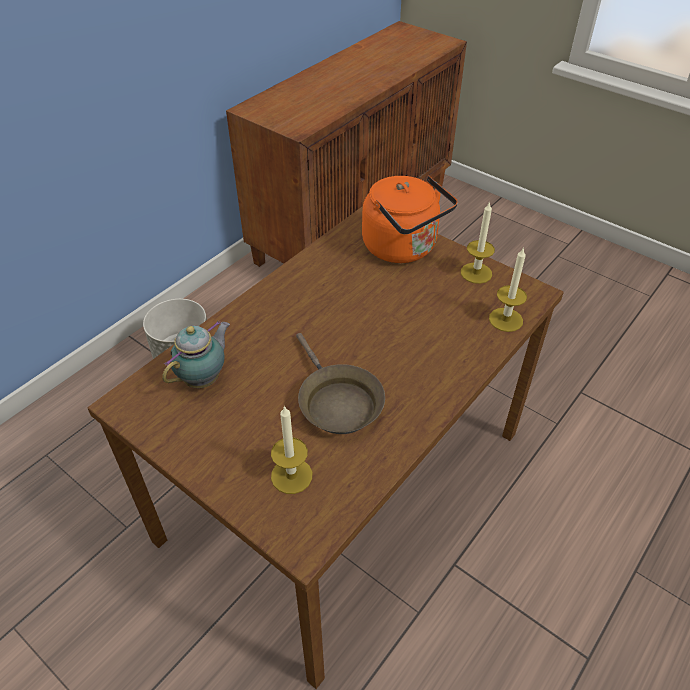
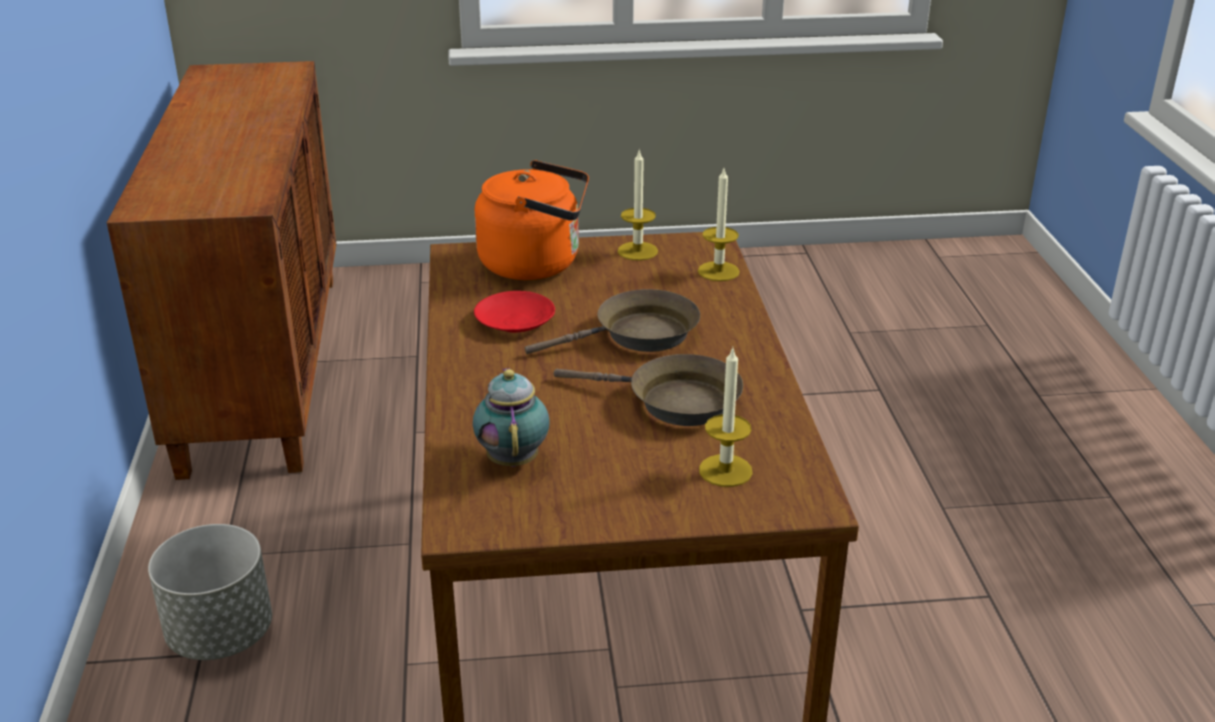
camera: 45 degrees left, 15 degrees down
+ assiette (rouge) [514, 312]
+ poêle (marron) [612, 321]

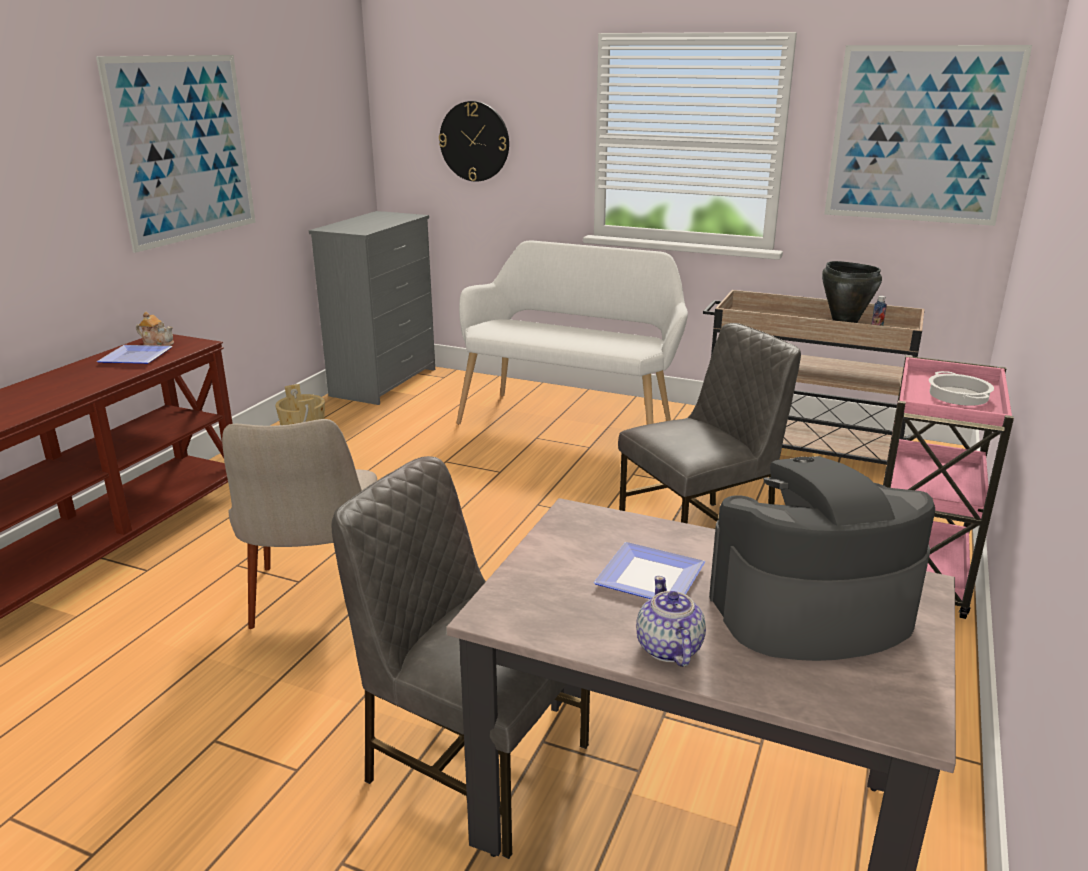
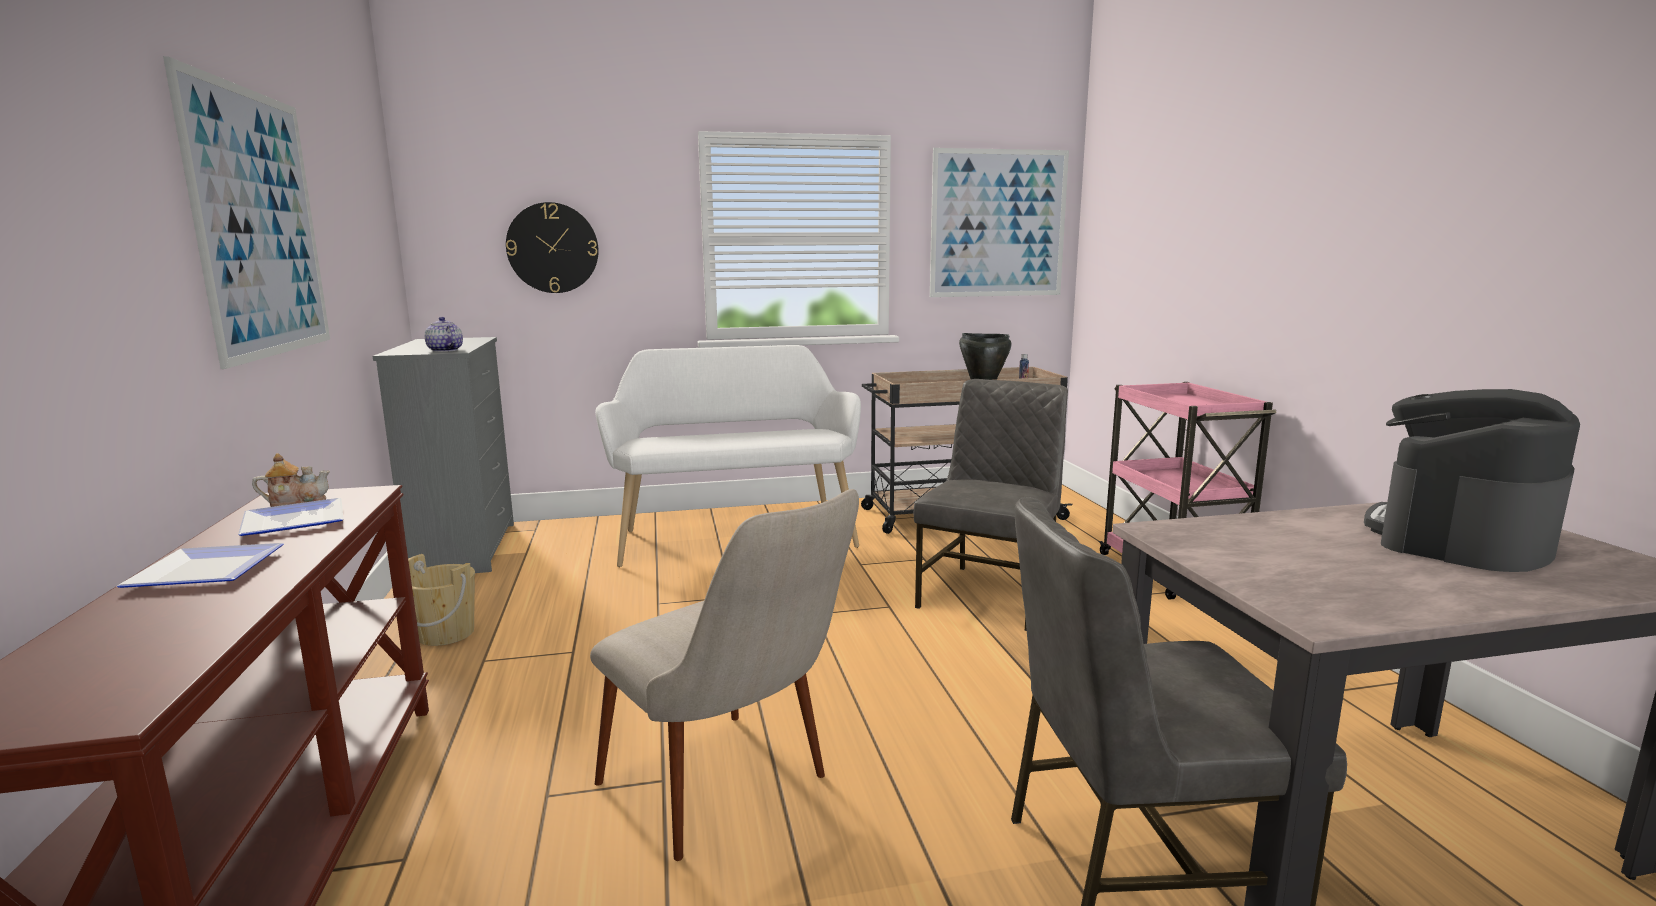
camera: 35 degrees left, 10 degrees down
~ assiette [649, 570] to [200, 565]
~ théière [671, 621] to [444, 334]
- marmite [961, 388]

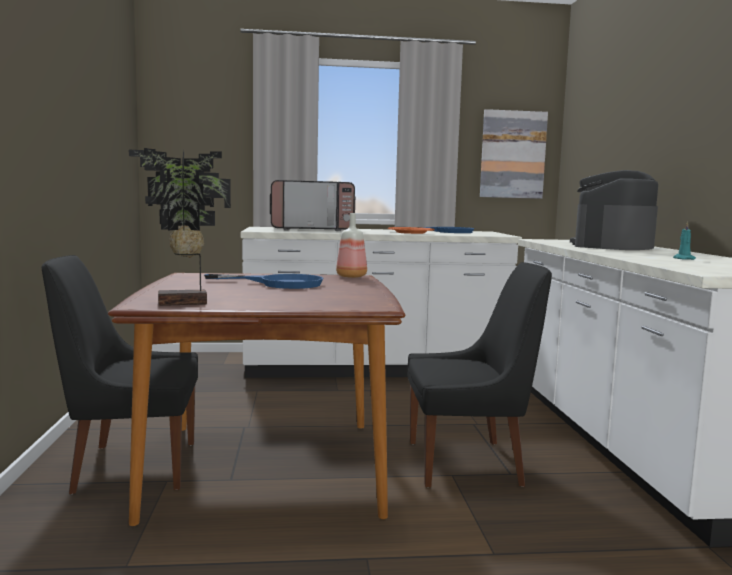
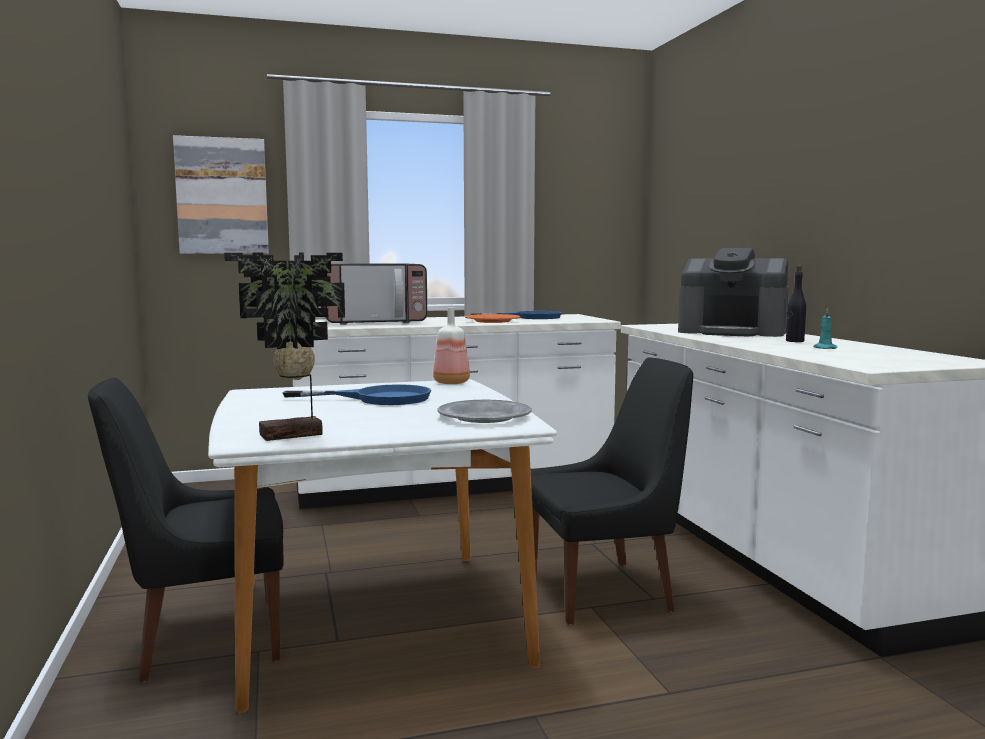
camera: 10 degrees left, 0 degrees up
~ table à manger (marron) [256, 399] to table à manger (blanc) [383, 546]
~ tableau [514, 154] to [221, 194]
~ machine à café [614, 210] = [733, 292] 90 degrees counterclockwise
+ assiette (gris) [484, 411]
+ bouteille (noir) [796, 304]

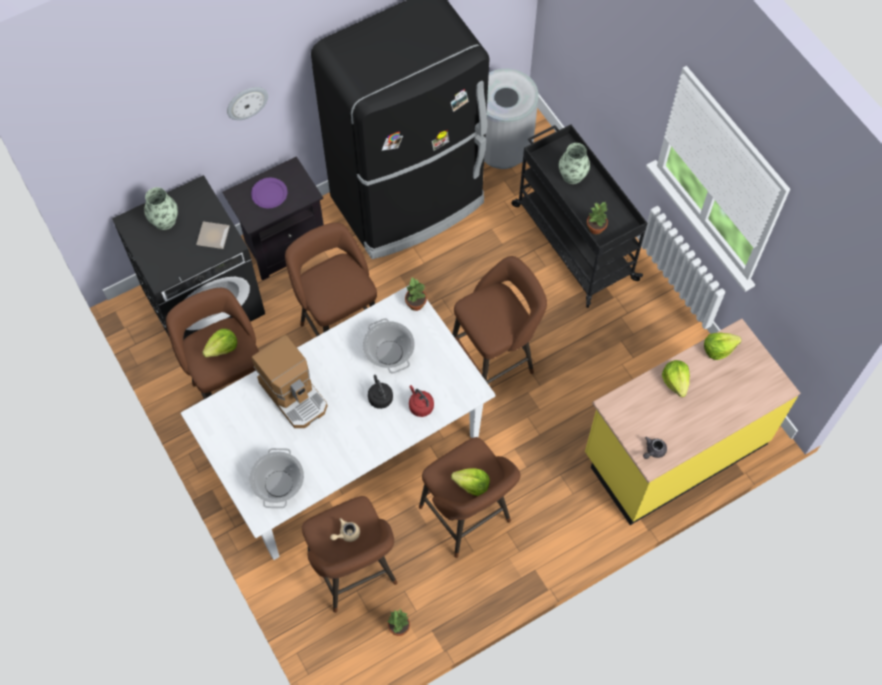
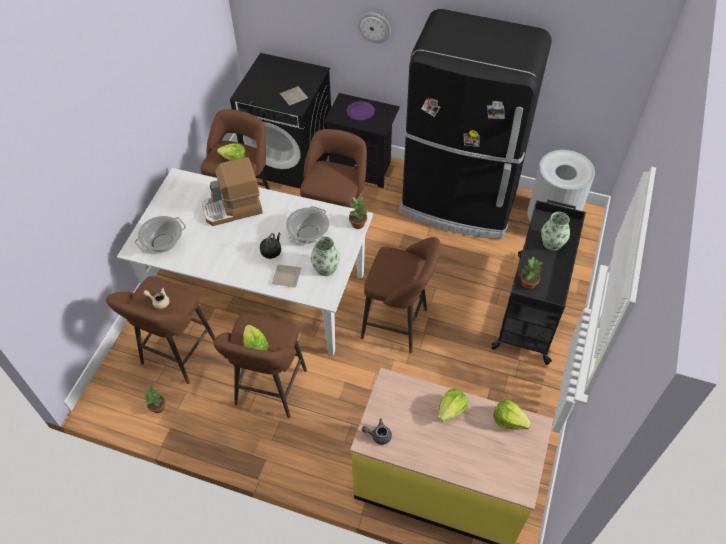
camera: 50 degrees right, 10 degrees down
~ vase [161, 208] to [325, 256]
~ machine à café [289, 381] = [232, 191] 60 degrees clockwise
~ bouilloire (rouge) [421, 401] to assiette [286, 275]

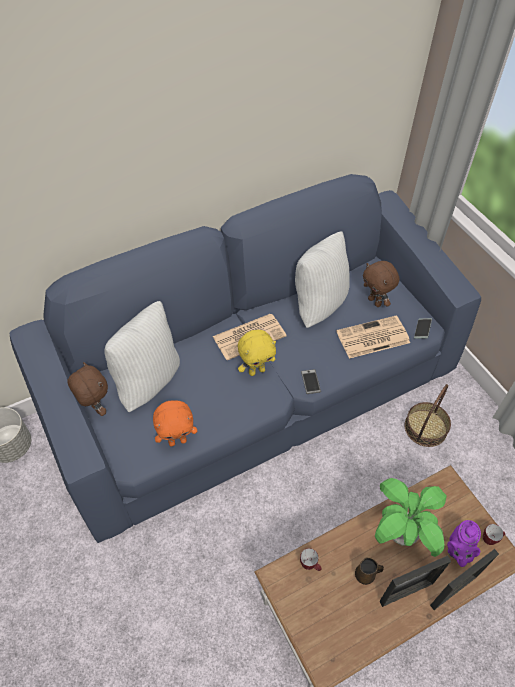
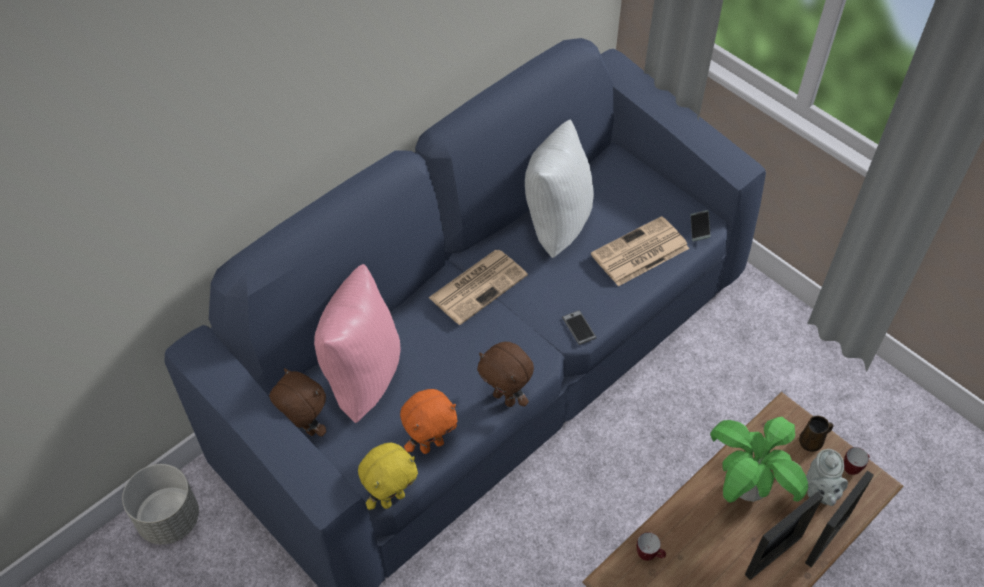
camera: 15 degrees left, 0 degrees up
~ coussin (blanc) [142, 356] to coussin (rose) [357, 343]
~ peluche (jaune) [257, 353] to [388, 476]
~ mug (marron) [369, 571] to [816, 434]
~ peluche (marron) [381, 284] to [505, 374]
- panier [428, 415]
~ théière (violet) [464, 543] to théière (gris) [827, 477]

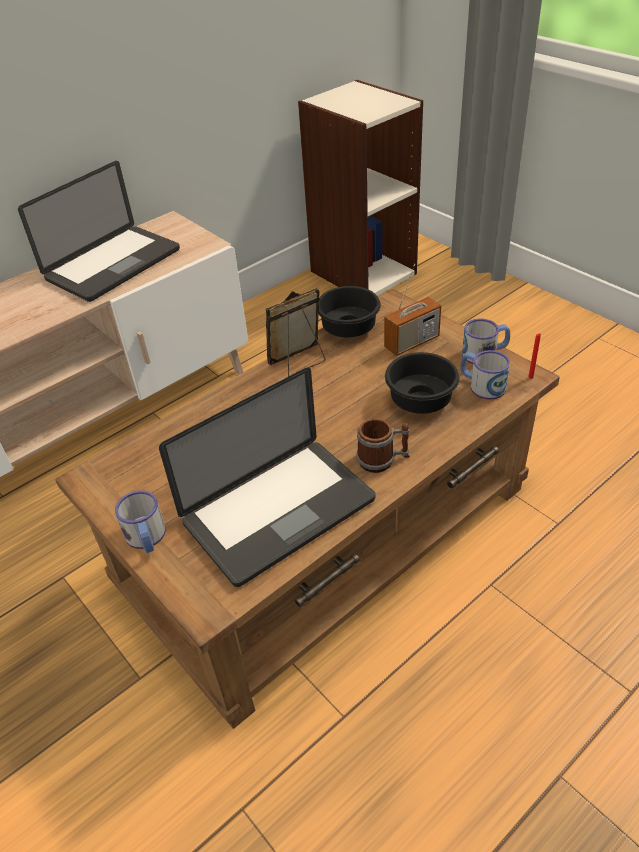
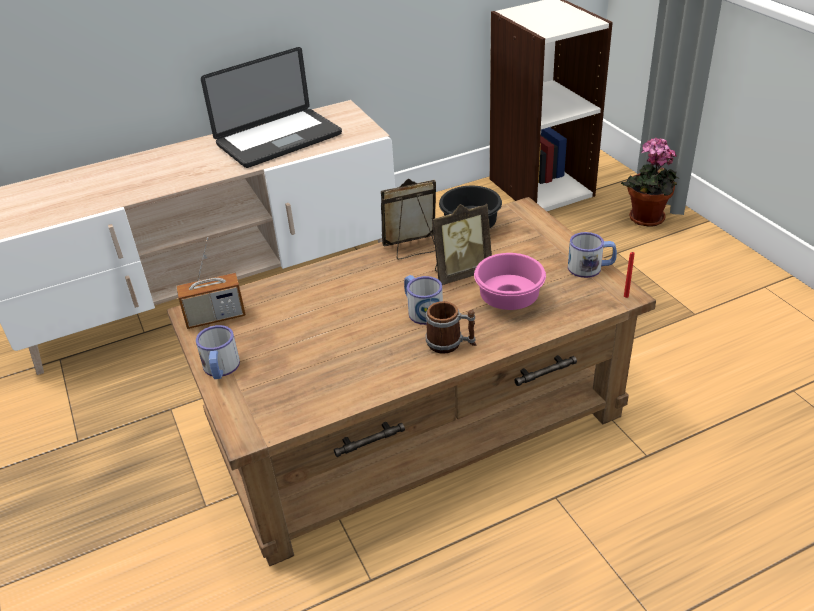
camera: 15 degrees right, 5 degrees down
- ordinateur portable [267, 477]
~ radio [412, 310] to [211, 283]
~ bol (noir) [422, 383] to bol (rose) [510, 281]
~ mug [485, 375] to [423, 300]
+ cadre photo [462, 244]
+ plante en pot [650, 182]

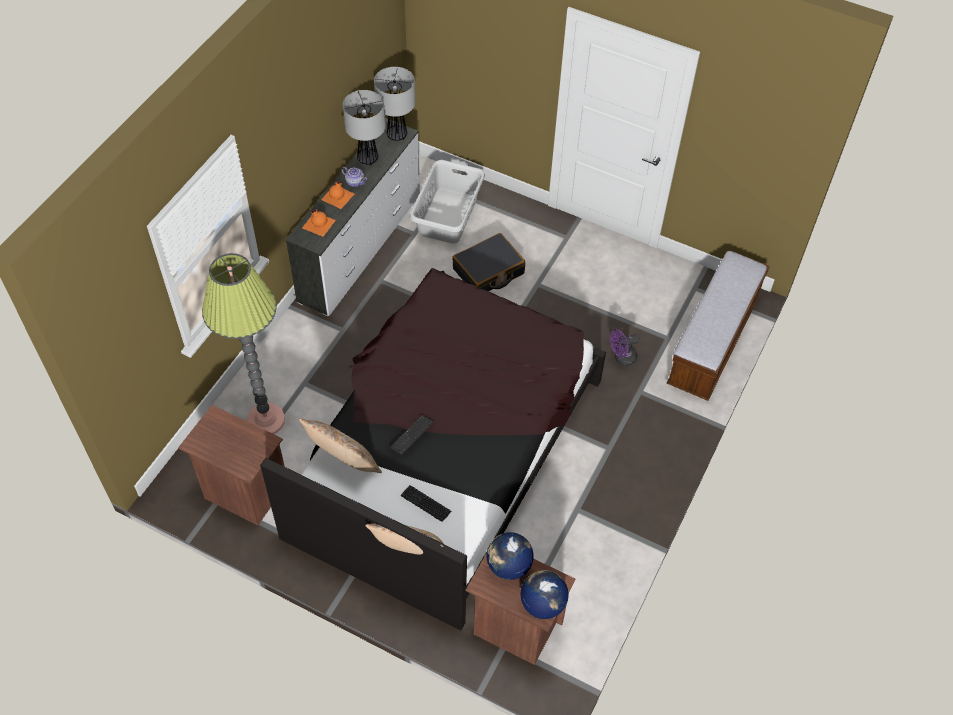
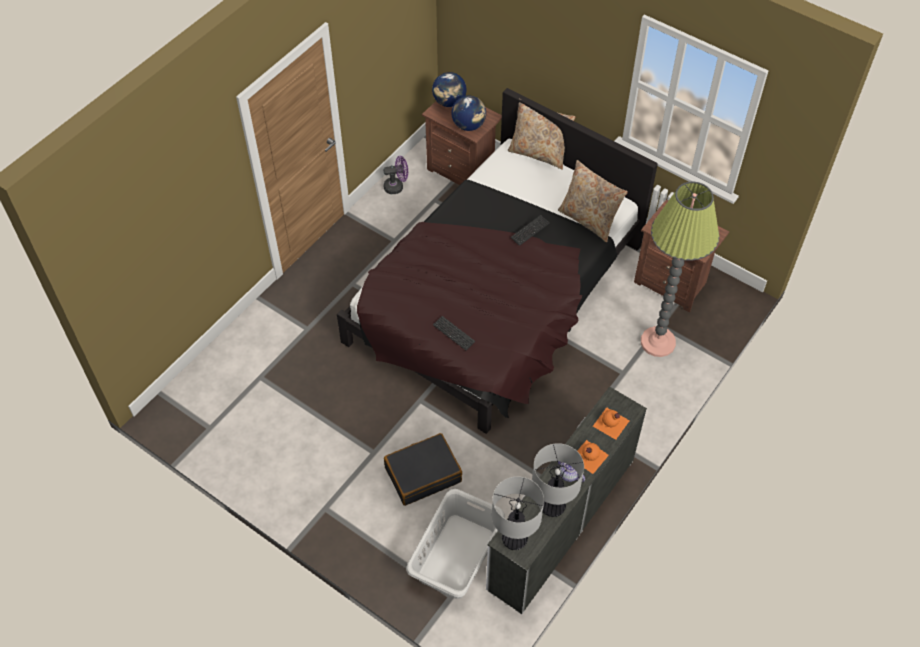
camera: 170 degrees left, 0 degrees up
~ clavier [426, 503] to [454, 333]
~ ventilateur (violet) [624, 347] to [395, 175]
- banc [718, 325]

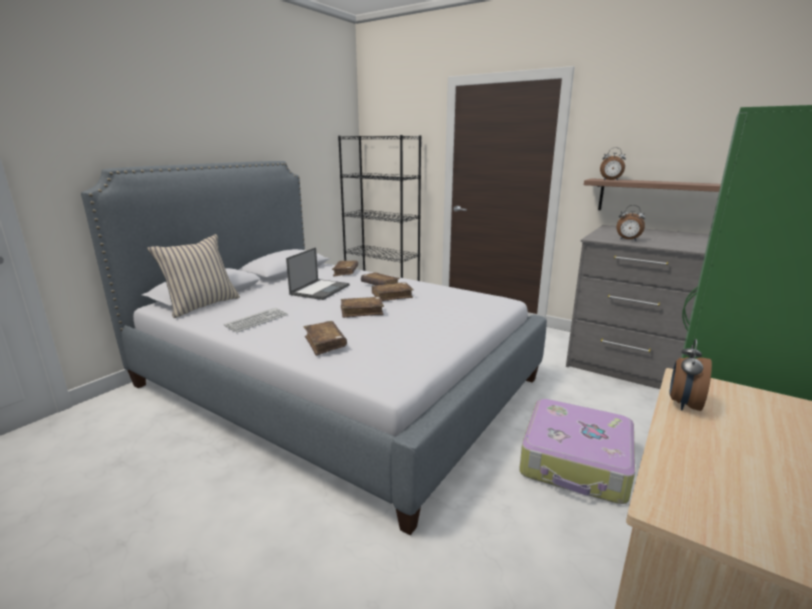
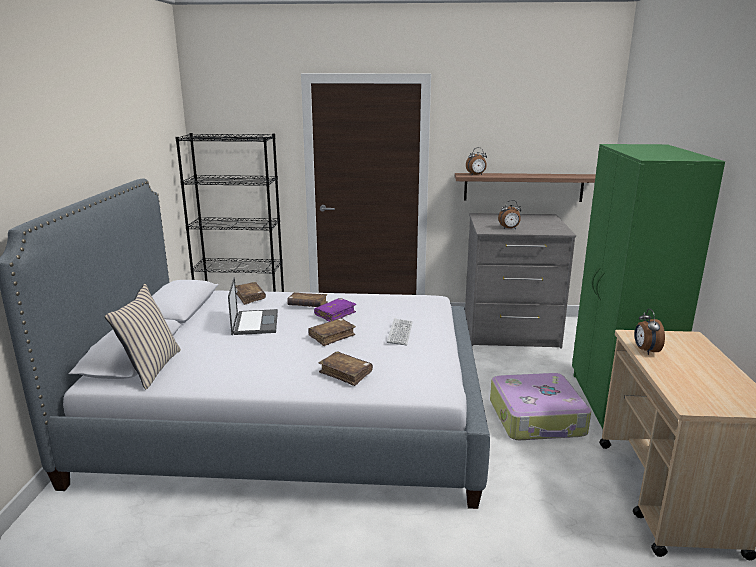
camera: 30 degrees left, 0 degrees up
~ clavier [256, 320] to [400, 332]
~ livre (marron) [392, 291] to livre (violet) [335, 310]

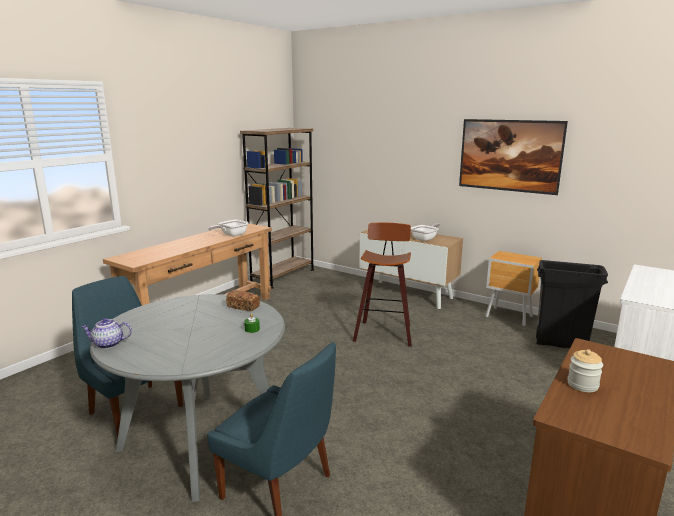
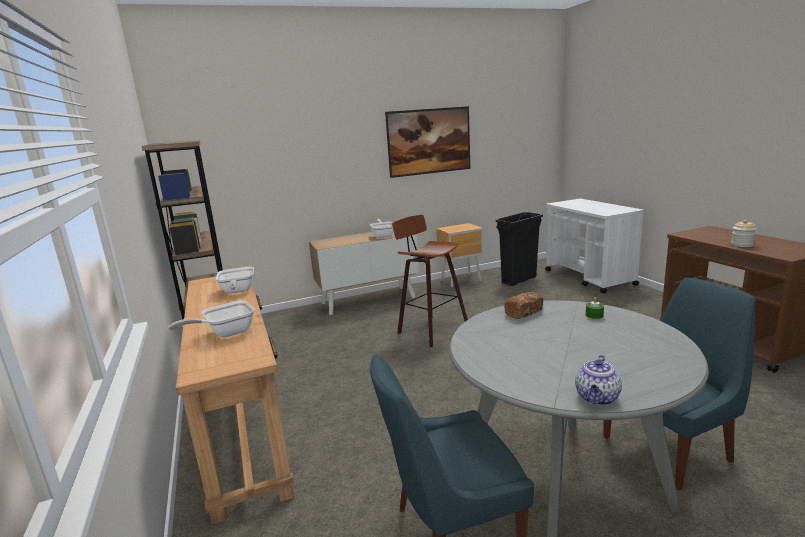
camera: 55 degrees left, 0 degrees up
+ poêle [211, 318]

